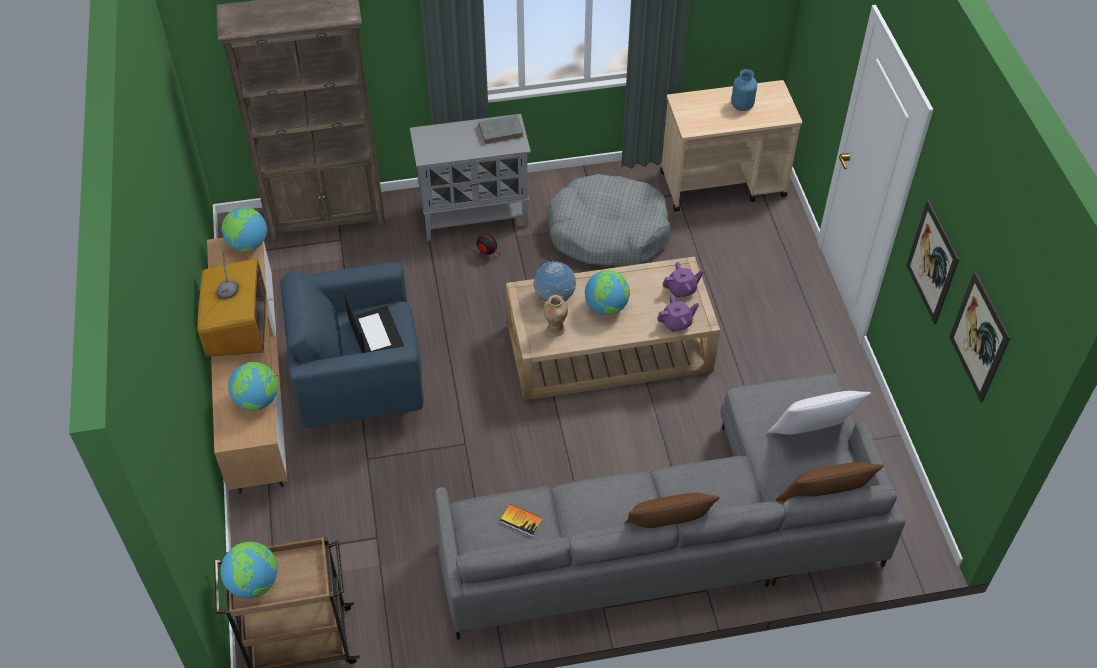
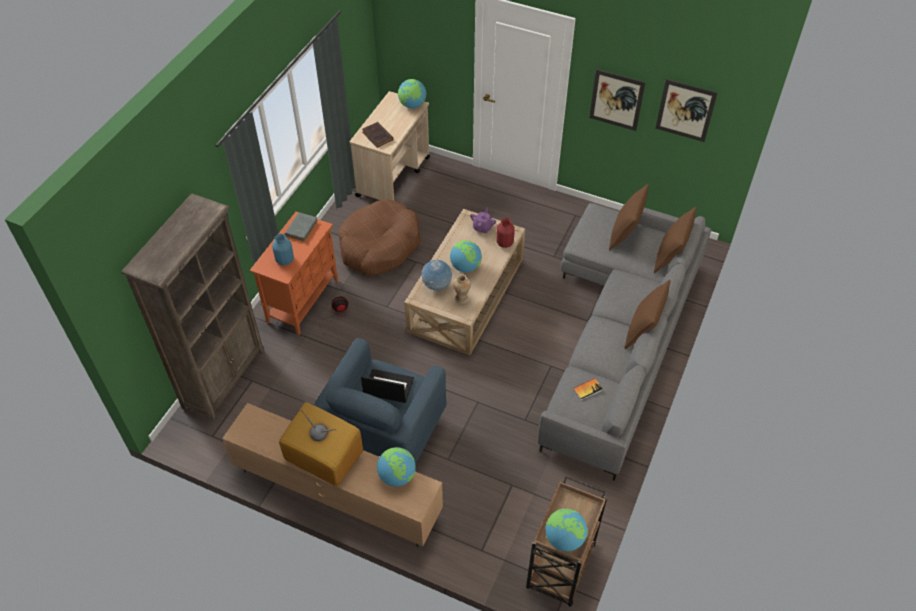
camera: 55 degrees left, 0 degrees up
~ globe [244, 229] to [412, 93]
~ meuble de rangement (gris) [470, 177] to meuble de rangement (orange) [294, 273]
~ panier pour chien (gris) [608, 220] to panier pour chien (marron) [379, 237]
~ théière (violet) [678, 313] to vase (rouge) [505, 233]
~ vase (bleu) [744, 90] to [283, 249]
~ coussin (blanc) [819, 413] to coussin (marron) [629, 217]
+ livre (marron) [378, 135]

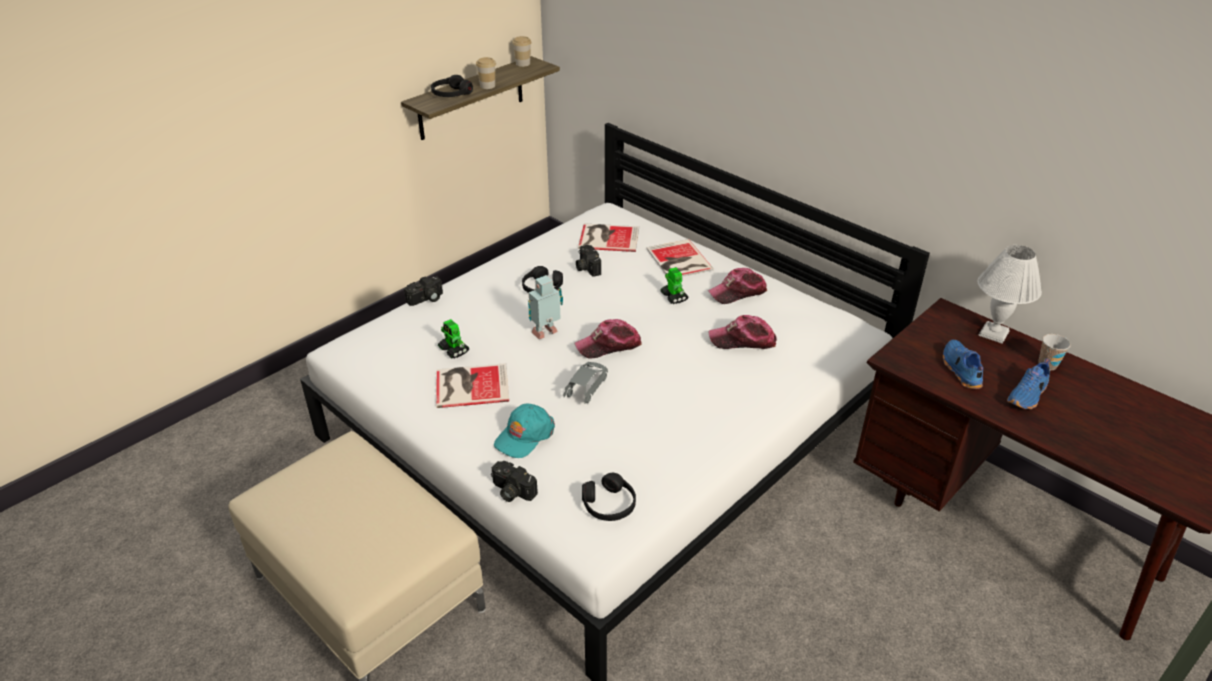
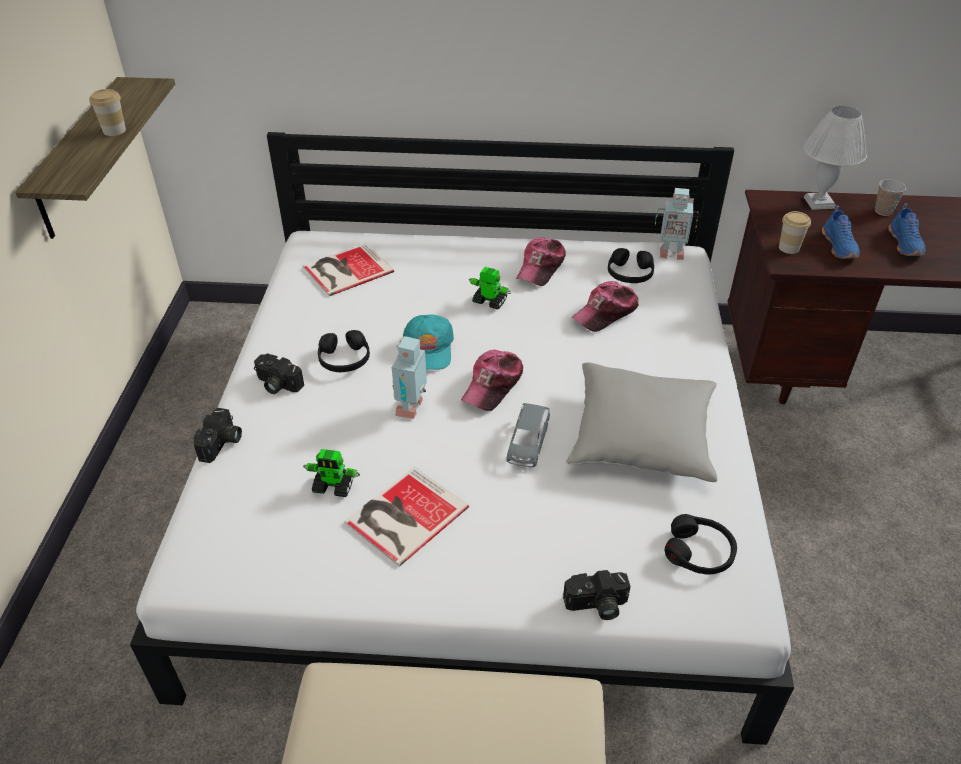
camera: 40 degrees left, 5 degrees up
~ casque audio (noir) [452, 86] to [631, 265]
~ casquette (turquoise) [524, 431] to [428, 342]
~ tasse [521, 51] to [795, 232]
~ petite voiture (gris) [586, 382] = [528, 435] 150 degrees counterclockwise
~ appareil photo [588, 261] to [279, 374]
- livre [680, 258]
~ chaussure (bleu) [963, 364] = [841, 232] 135 degrees counterclockwise
+ coussin (gris) [642, 422]
+ robot jouet [677, 224]

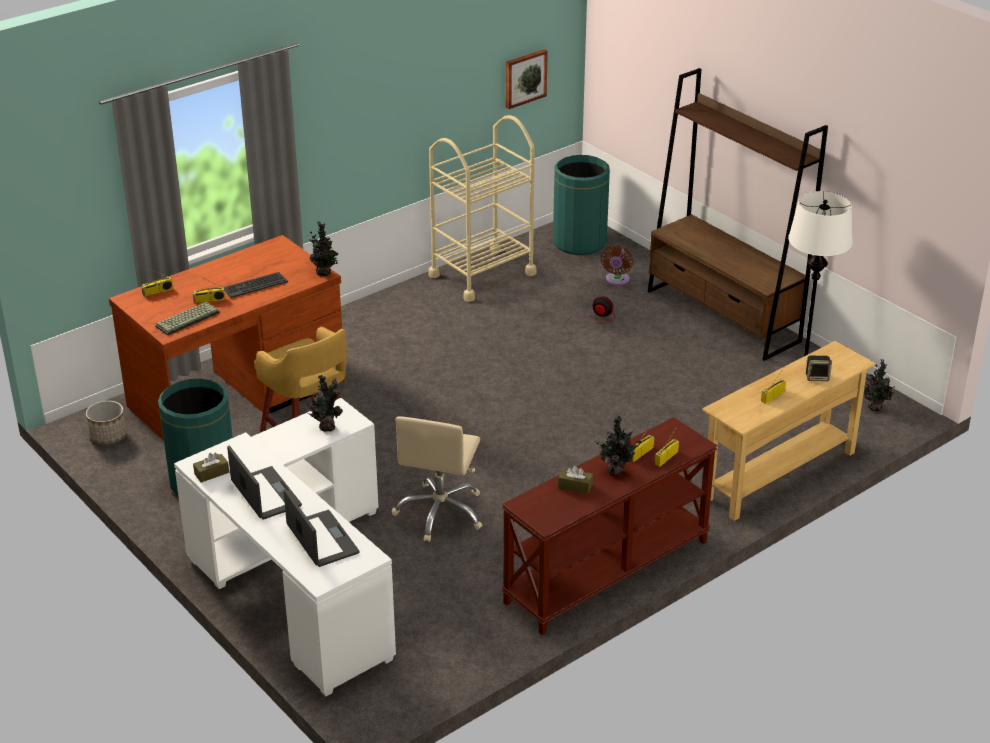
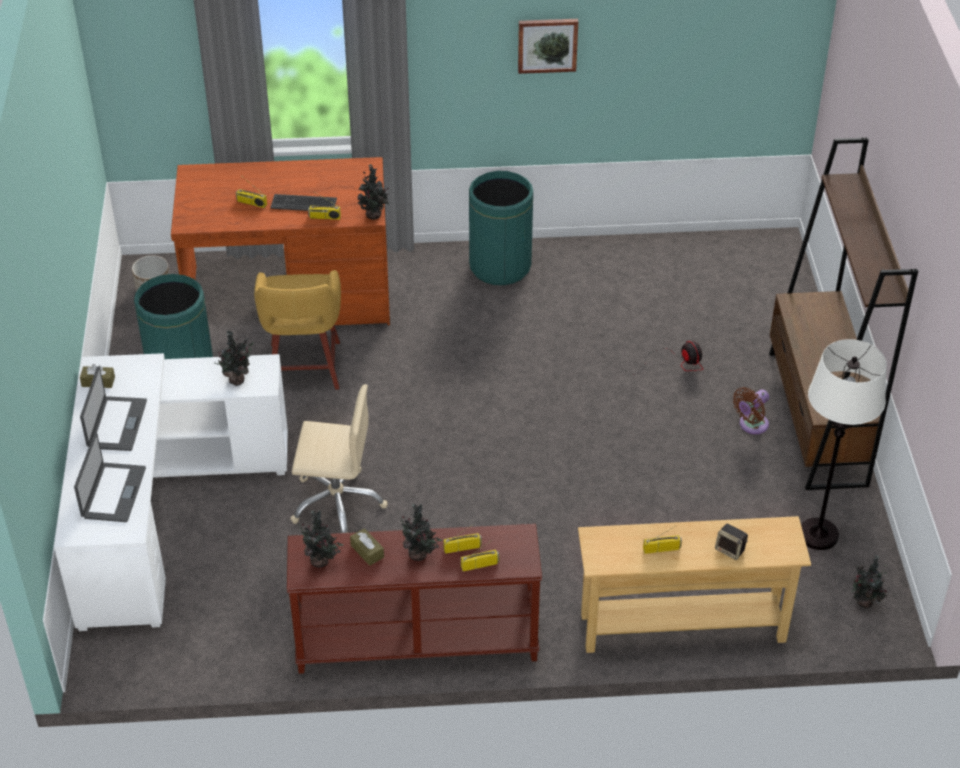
camera: 35 degrees right, 10 degrees up
~ radio [157, 282] to [324, 206]
- clavier [187, 318]
~ chaise de bureau (beige) [437, 479] = [339, 458] 135 degrees counterclockwise
- chariot (beige) [482, 208]
~ tableau [527, 79] to [548, 46]
~ poubelle (vert) [581, 205] to [501, 228]
~ ventilateur (marron) [617, 265] to [751, 410]
+ plante en pot [319, 538]

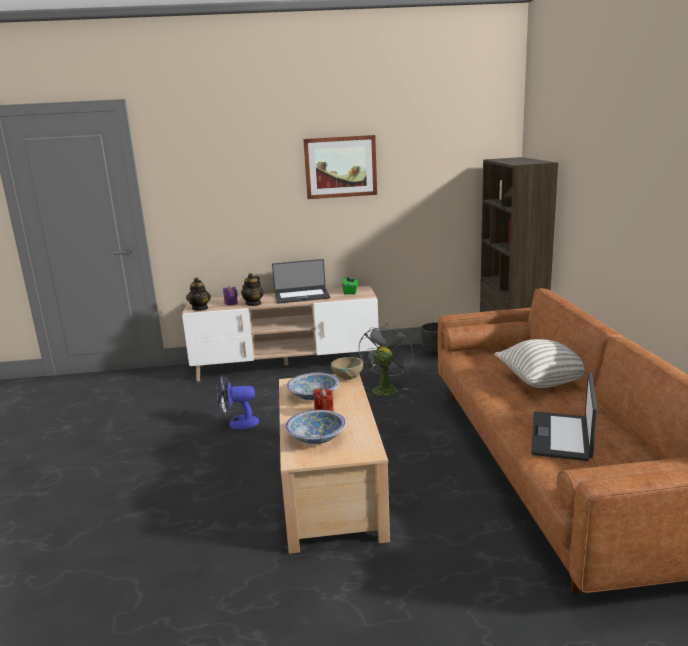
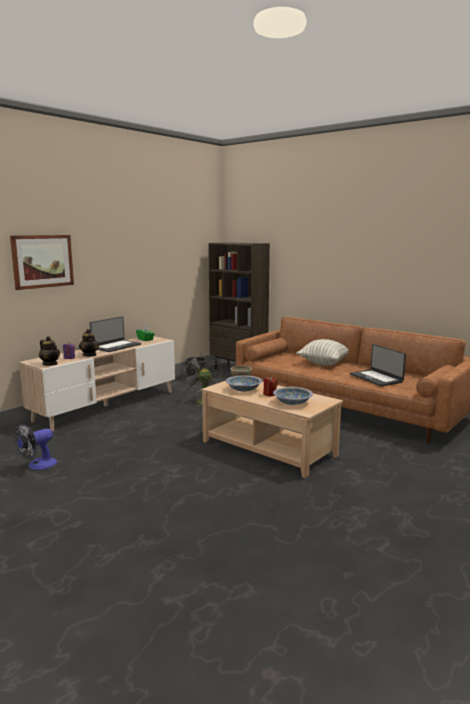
camera: 45 degrees left, 5 degrees down
~ ventilateur [237, 402] to [35, 447]
~ tableau [340, 167] to [42, 262]

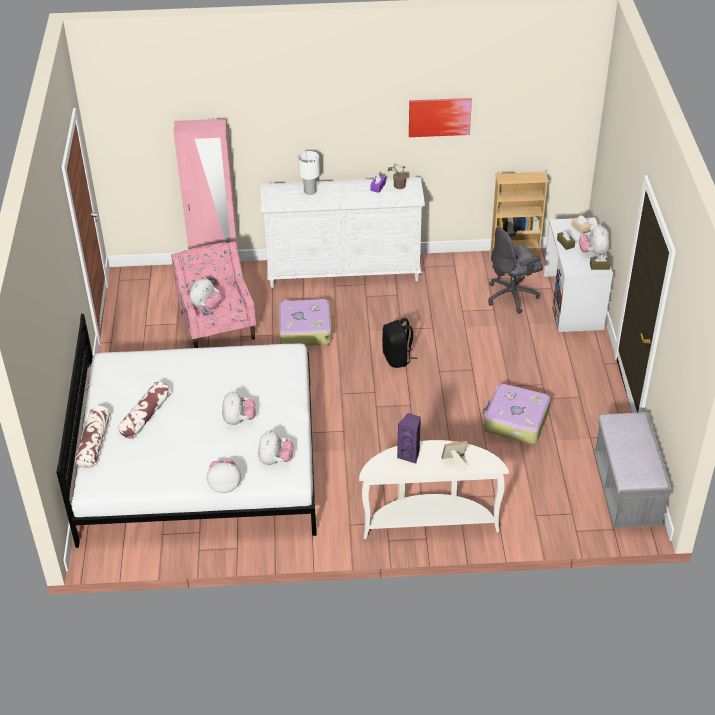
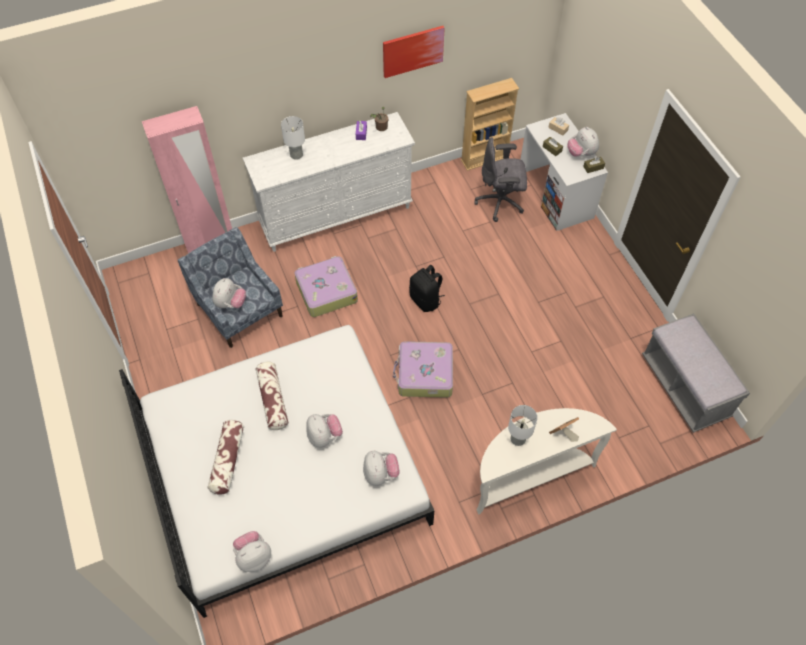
camera: 20 degrees left, 15 degrees up
~ coussin [92, 437] to [272, 396]
~ fauteuil (rose) [213, 294] to fauteuil (bleu) [230, 287]
~ peluche [224, 476] to [252, 551]
~ enceinte (violet) [409, 438] to lampe de table (blanc) [523, 425]
~ valise [517, 414] to [423, 369]
~ chaise de bureau (gris) [515, 270] = [501, 179] 45 degrees clockwise

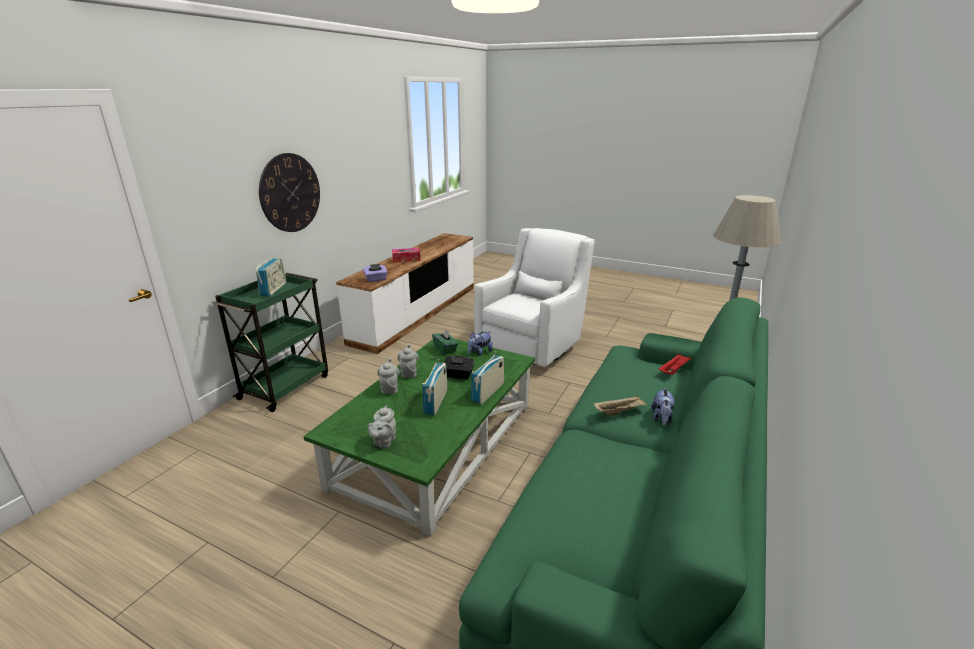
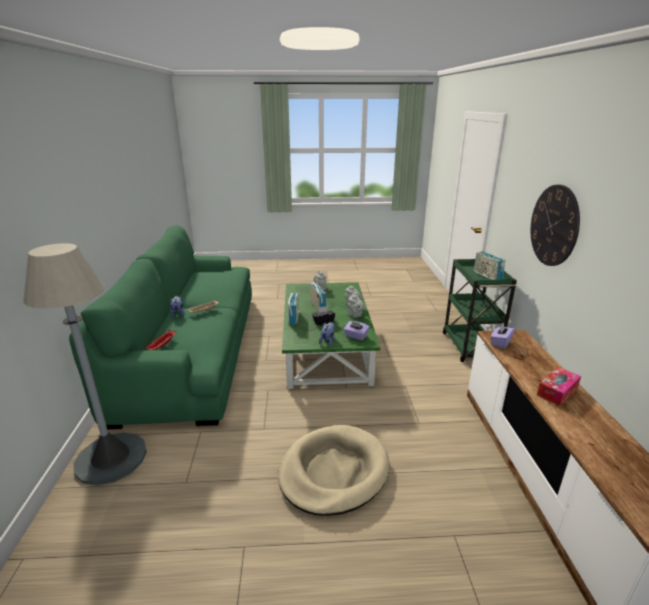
camera: 150 degrees right, 0 degrees up
~ boîte à mouchoirs (vert) [445, 342] to boîte à mouchoirs (violet) [357, 330]
~ fauteuil (blanc) [534, 297] to panier pour chien (beige) [333, 470]

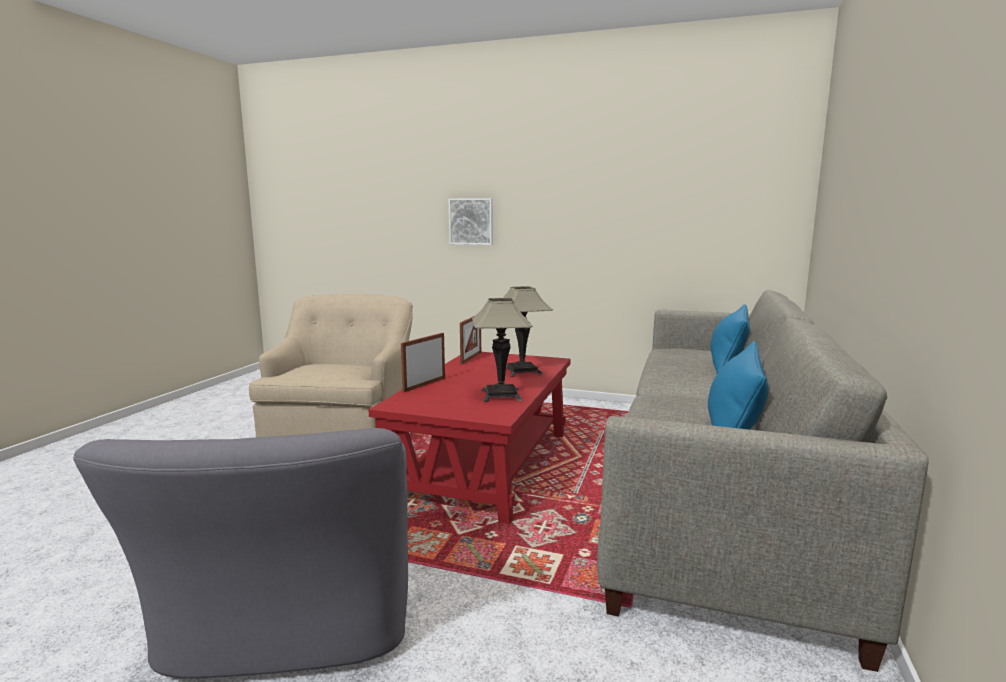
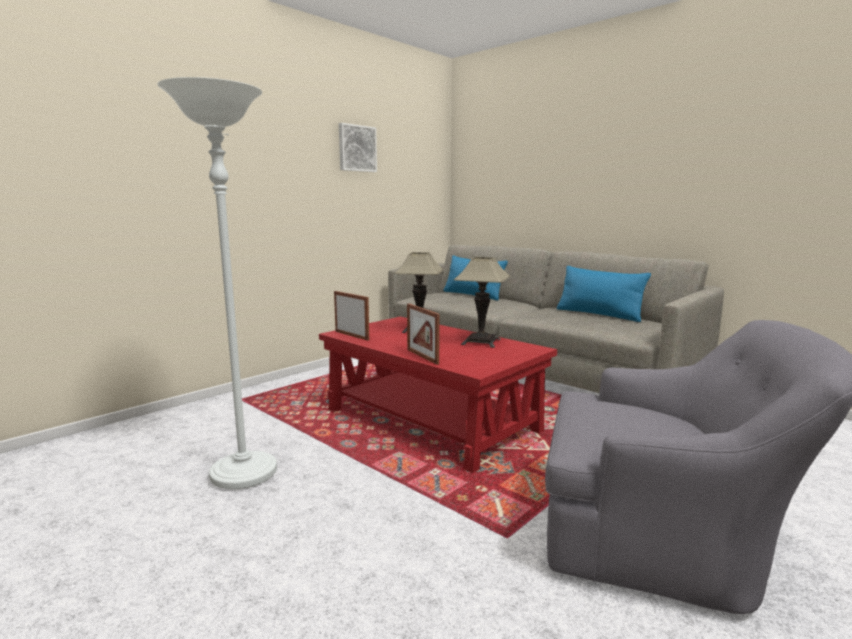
camera: 65 degrees left, 0 degrees up
~ fauteuil (beige) [331, 365] to lampadaire (blanc) [217, 283]
~ tableau [471, 221] to [358, 147]

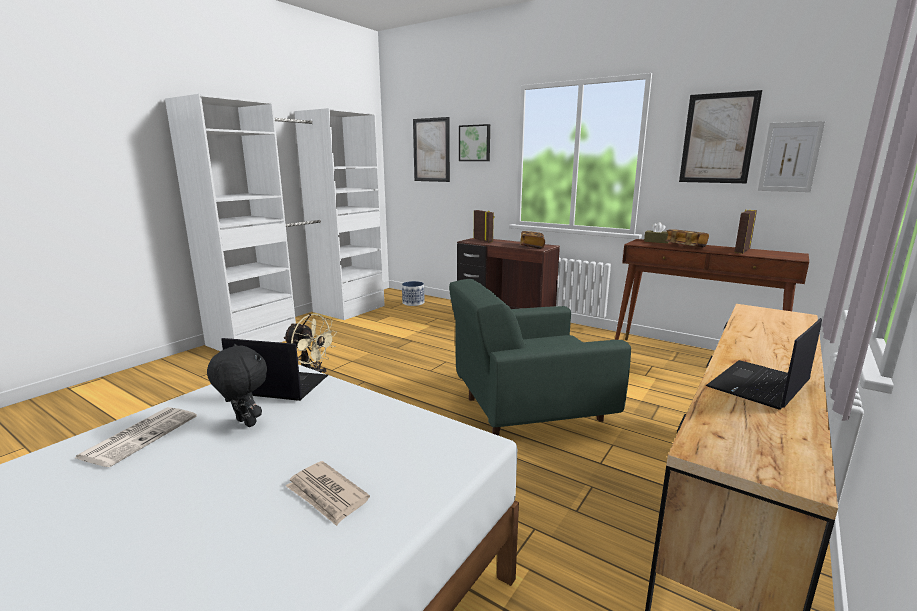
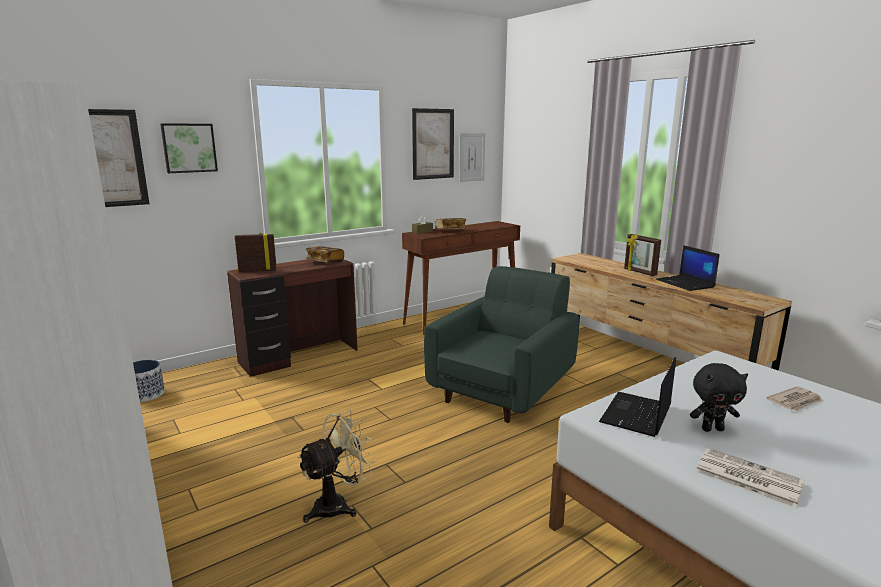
camera: 70 degrees left, 0 degrees up
~ peluche (noir) [237, 385] = [719, 397] 150 degrees counterclockwise
~ fauteuil (vert) [540, 357] = [501, 344] 150 degrees counterclockwise
~ cadre photo [746, 231] to [642, 255]

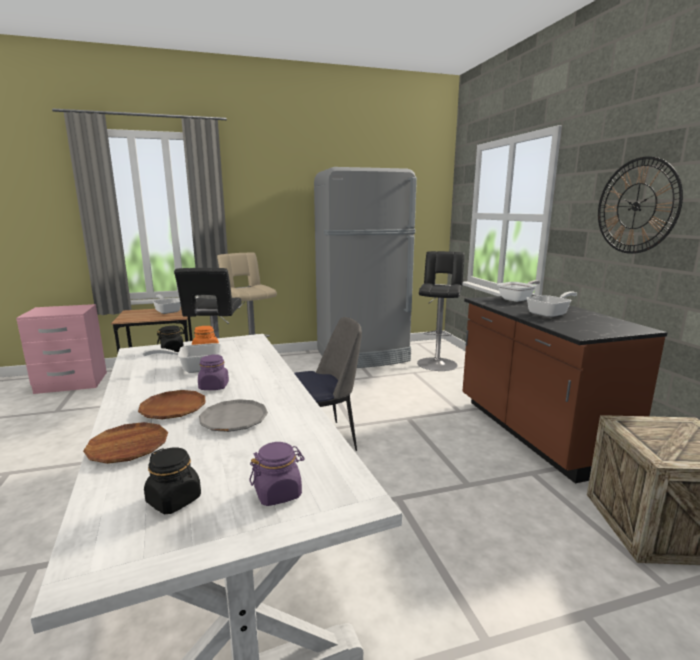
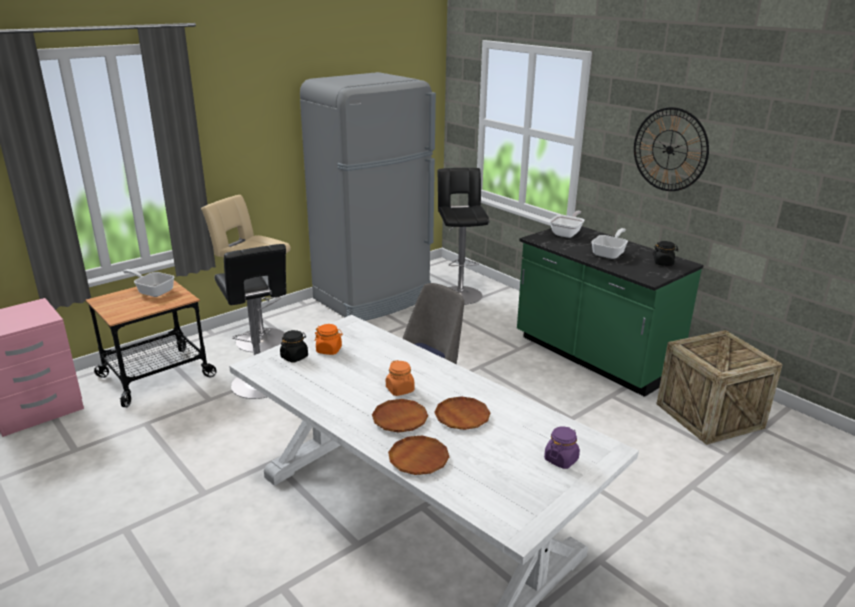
camera: 25 degrees left, 10 degrees up
- poêle [182, 358]
~ bocal (noir) [172, 481] to [666, 253]
~ bocal (violet) [213, 372] to bocal (orange) [400, 378]
~ assiette (gris) [233, 415] to assiette (marron) [462, 413]
~ comptoir de cuisine (marron) [565, 389] to comptoir de cuisine (vert) [610, 311]

